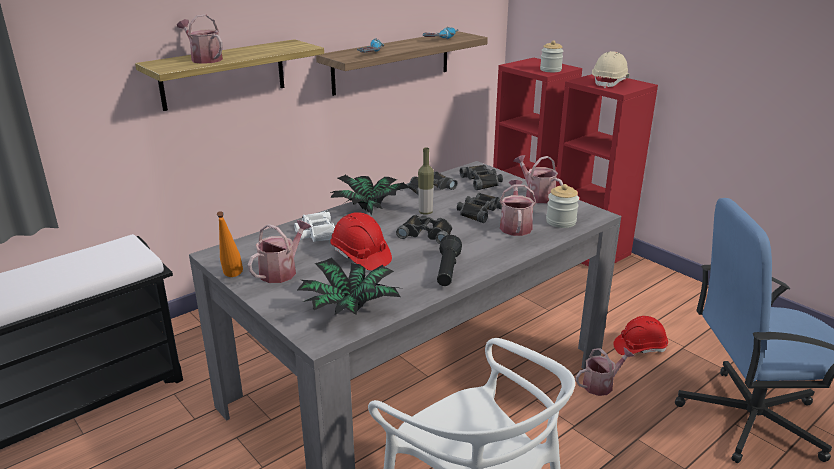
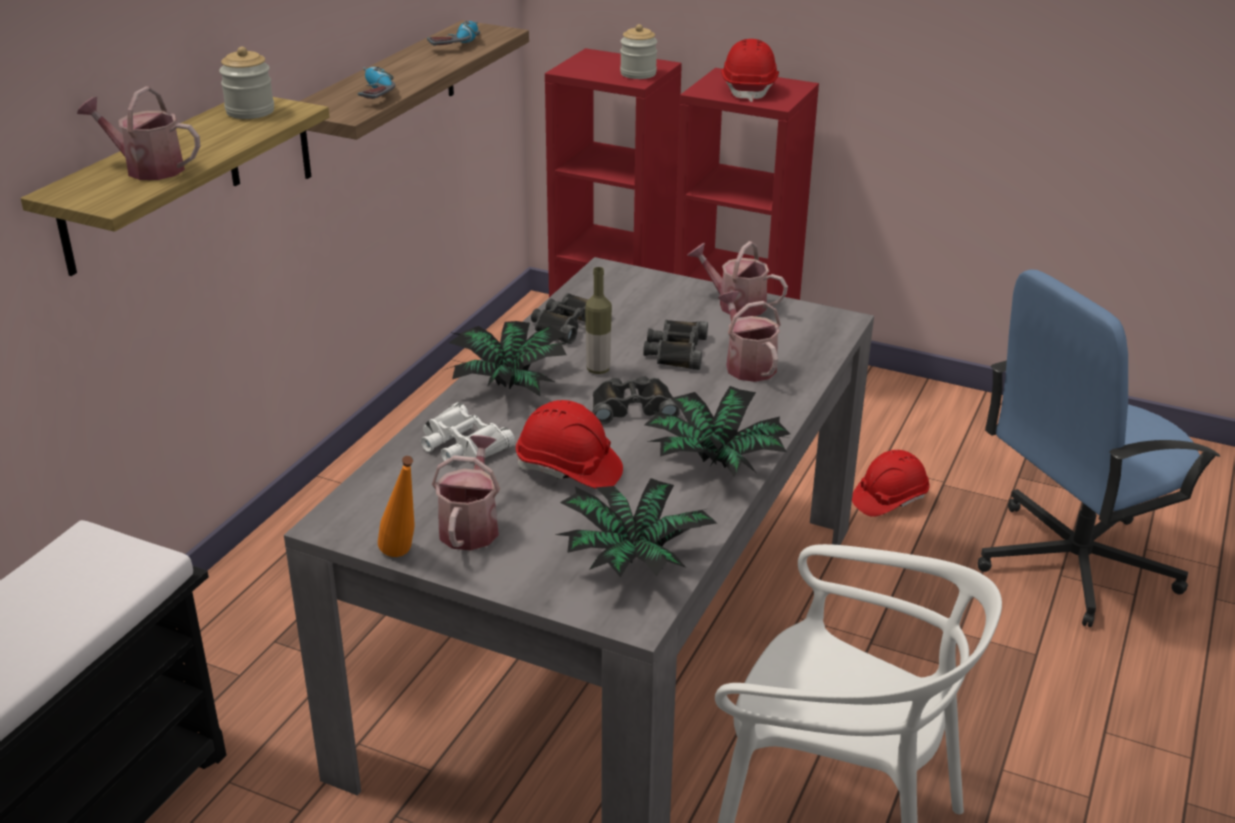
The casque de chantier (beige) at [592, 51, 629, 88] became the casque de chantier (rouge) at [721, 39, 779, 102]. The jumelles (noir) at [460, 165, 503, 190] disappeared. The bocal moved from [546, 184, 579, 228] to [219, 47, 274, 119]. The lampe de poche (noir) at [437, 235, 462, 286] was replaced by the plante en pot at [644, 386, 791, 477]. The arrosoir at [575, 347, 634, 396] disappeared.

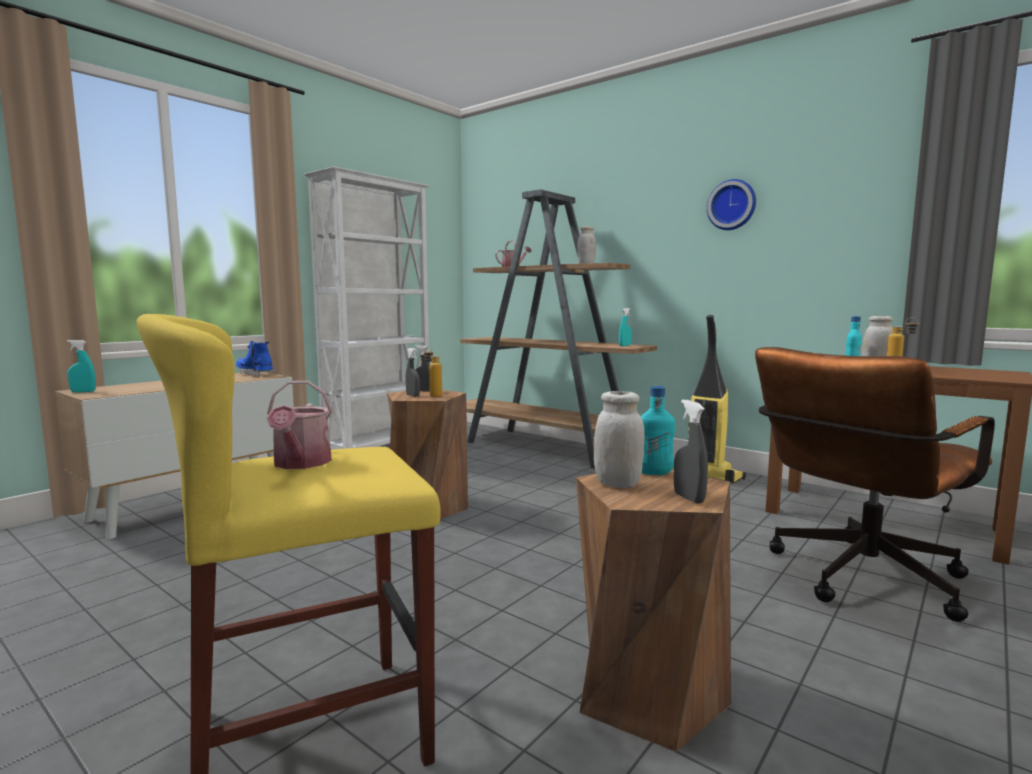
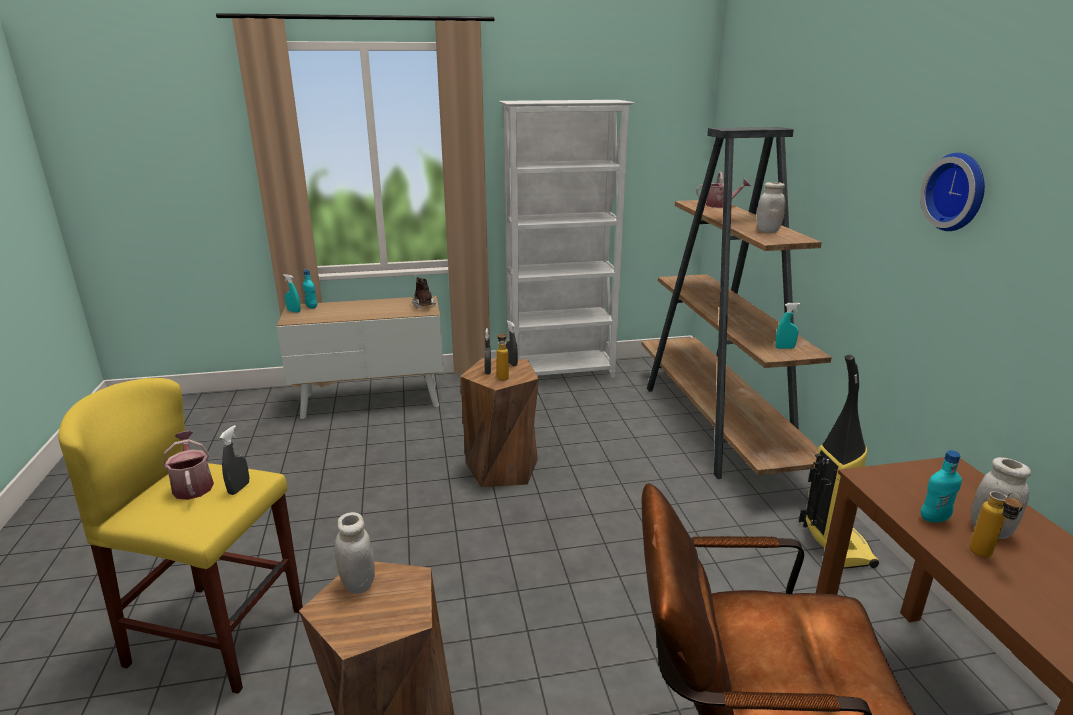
The botte (bleu) at [236, 341, 274, 377] became the botte (marron) at [412, 277, 436, 309]. The arrosoir at [266, 381, 332, 469] turned 120 degrees clockwise. The bouteille (turquoise) moved from [641, 386, 675, 475] to [303, 270, 317, 309]. The vaporisateur (gris) moved from [674, 400, 708, 504] to [219, 425, 249, 495].

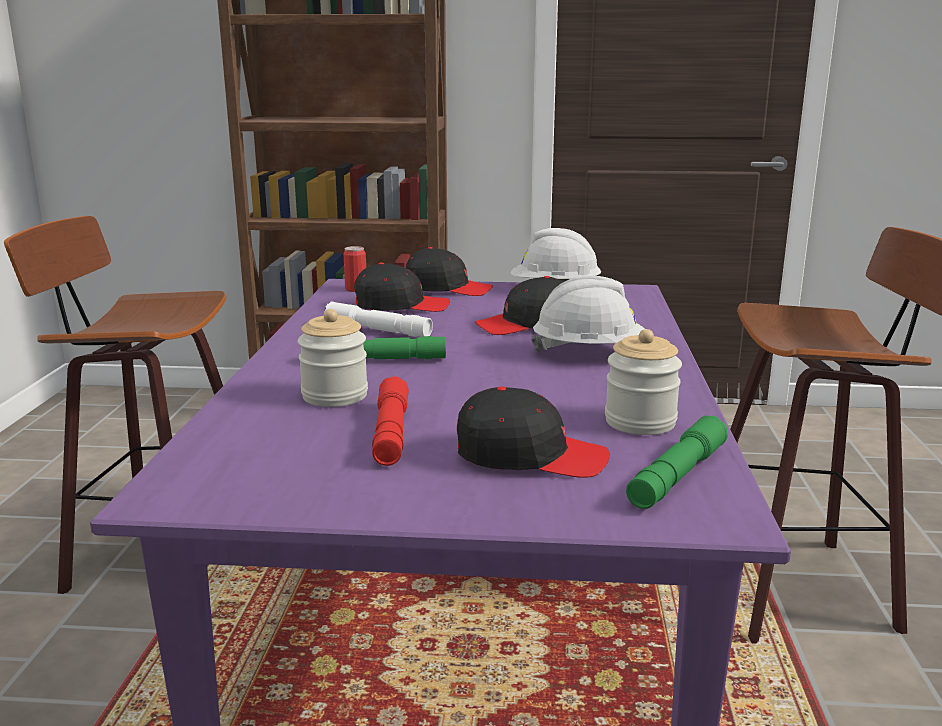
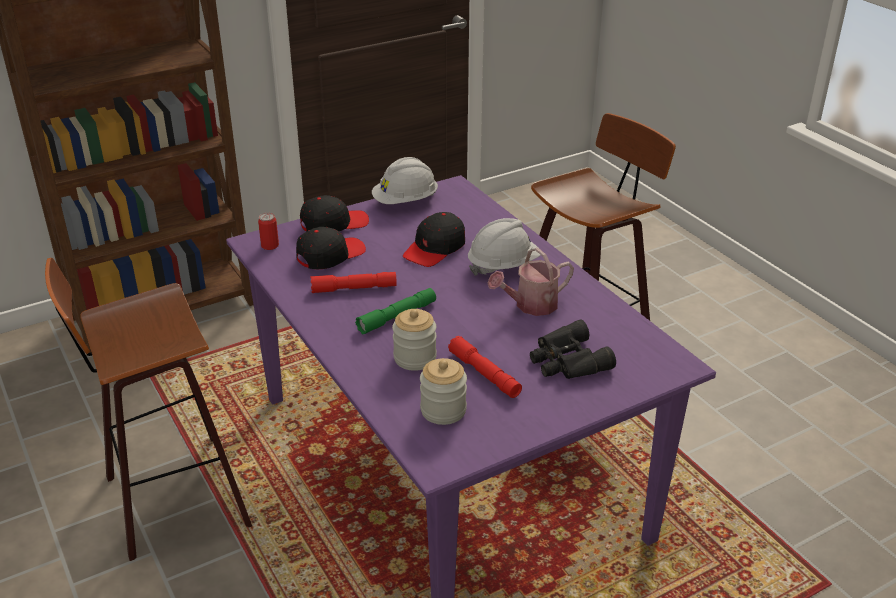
The lampe de poche (blanc) at [324, 302, 433, 337] became the lampe de poche (rouge) at [310, 272, 397, 293]. The bocal moved from [605, 329, 682, 435] to [420, 358, 467, 425]. The casquette (noir) at [457, 386, 610, 478] was replaced by the jumelles (noir) at [530, 319, 616, 379]. The lampe de poche (vert) at [626, 415, 728, 509] disappeared. The arrosoir at [488, 248, 574, 316] appeared.

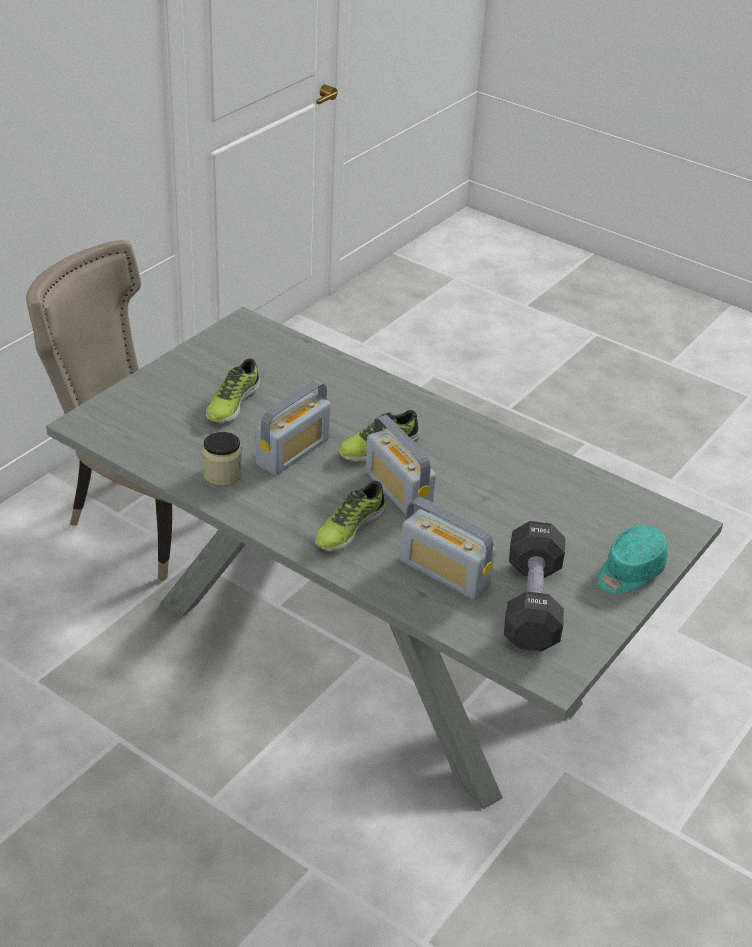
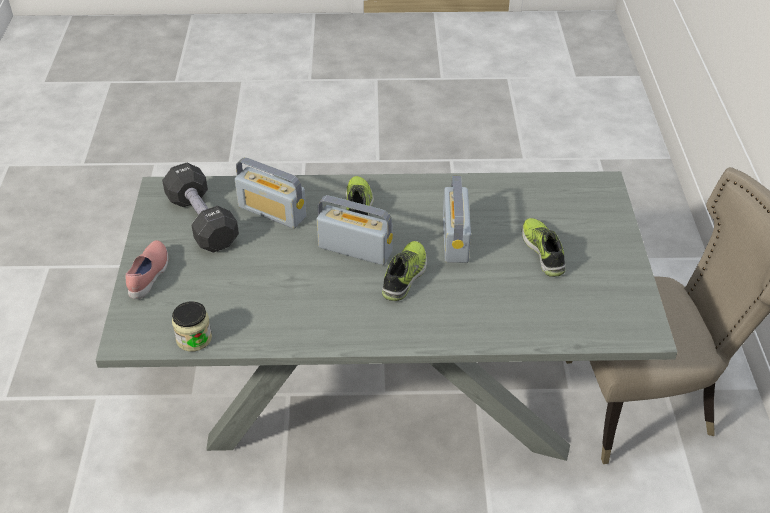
The bocal moved from [202, 432, 242, 486] to [172, 301, 212, 351]. The radio at [400, 498, 495, 600] turned 150 degrees counterclockwise. The casquette (turquoise) at [597, 525, 668, 594] was replaced by the chaussure (rose) at [126, 240, 168, 299].

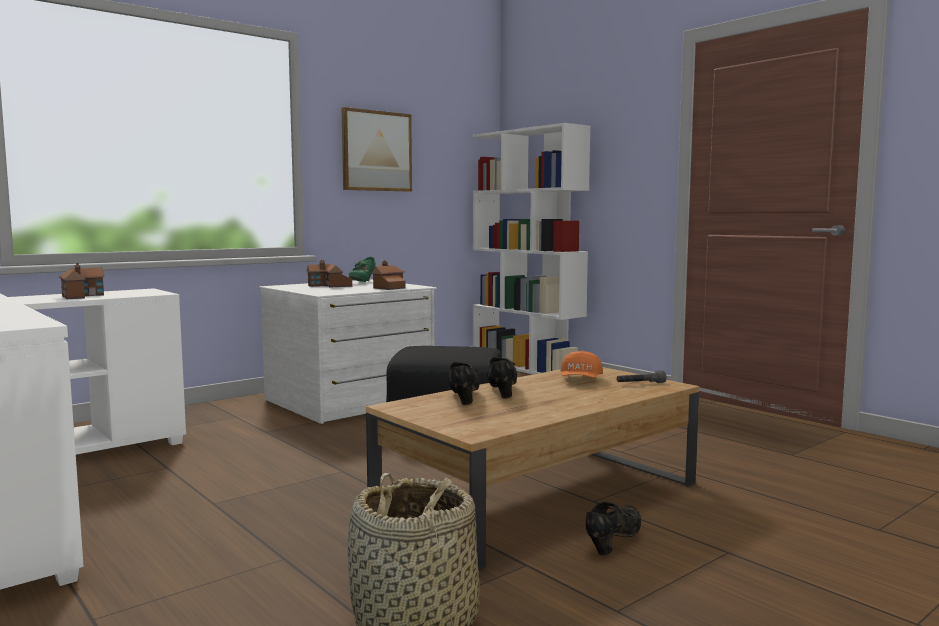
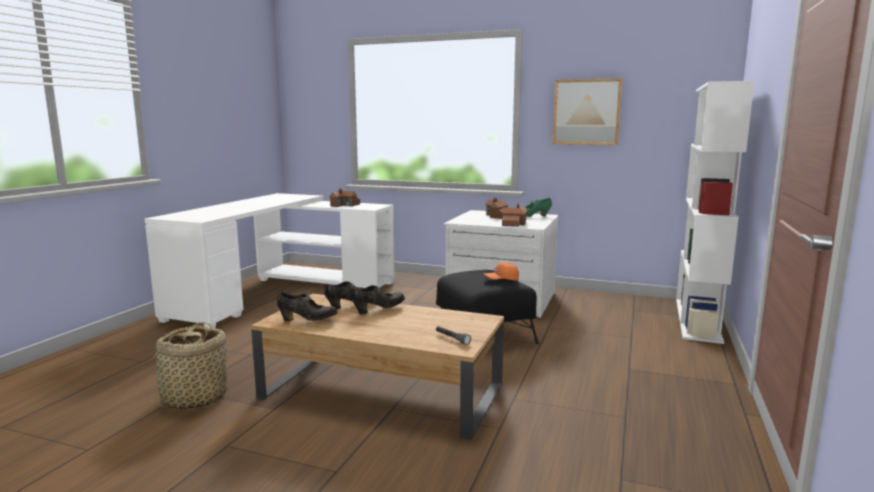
The casquette (orange) moved from [561, 351, 603, 378] to [484, 262, 519, 281]. The chaussure (noir) moved from [585, 502, 641, 556] to [277, 292, 337, 321].

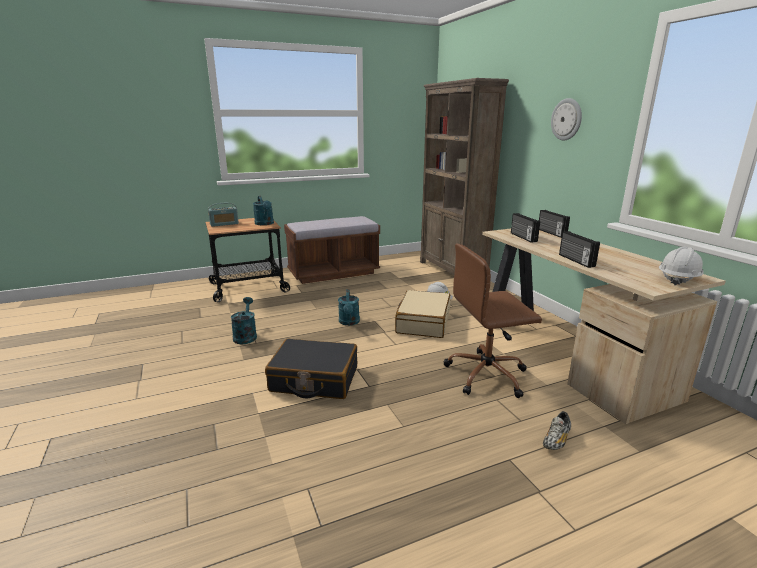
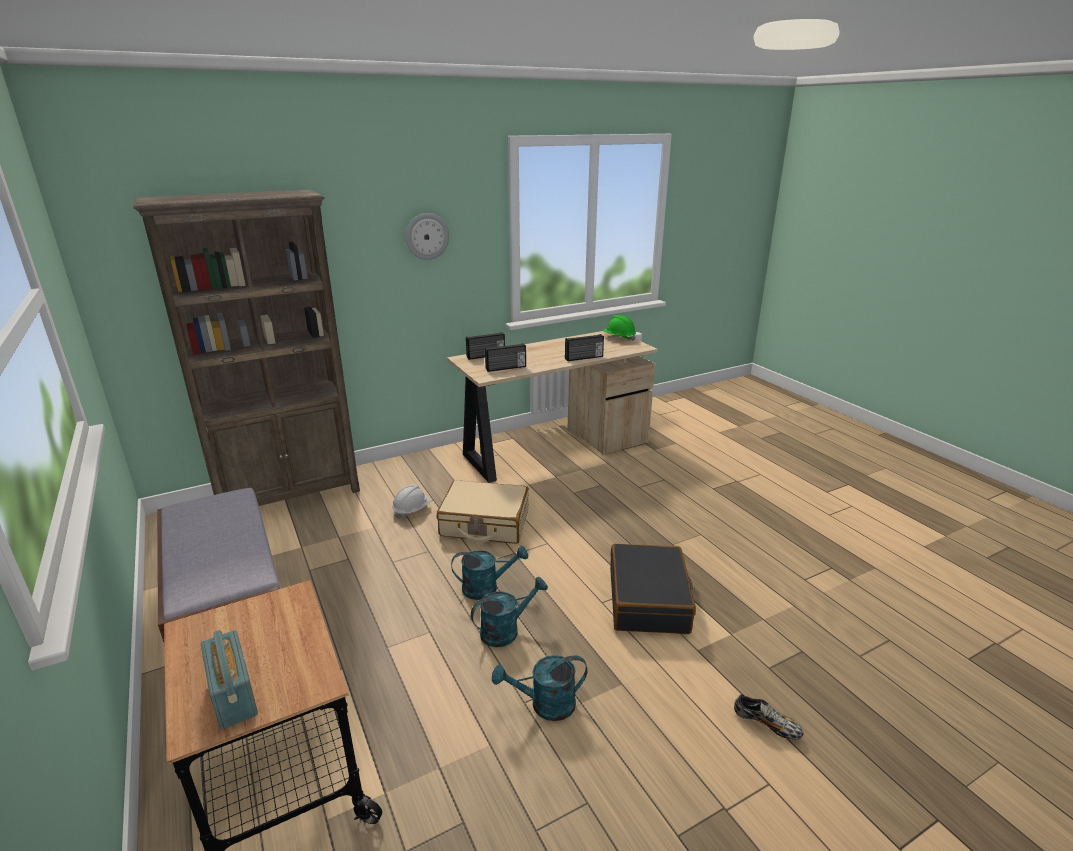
The arrosoir (turquoise) moved from [253, 196, 274, 225] to [471, 577, 548, 647]. The chaise de bureau (marron) at [444, 244, 542, 398] disappeared. The casque de chantier (blanc) at [659, 247, 704, 285] became the casque de chantier (vert) at [603, 315, 636, 341]. The chaussure moved from [543, 411, 571, 450] to [734, 694, 803, 740].

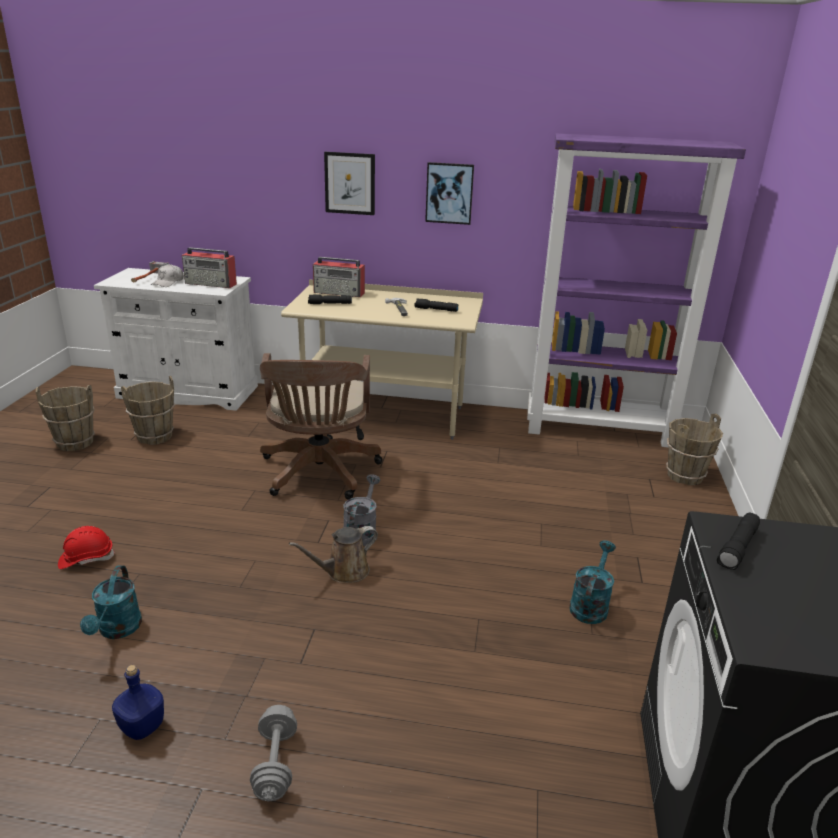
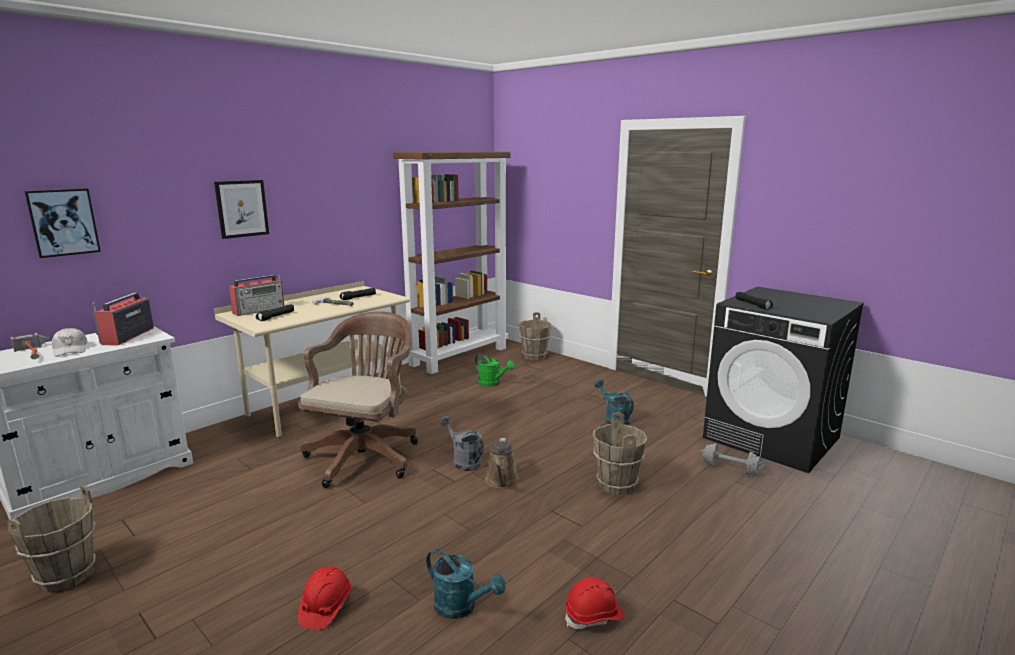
The bibliothèque (violet) at [527, 133, 746, 448] became the bibliothèque (marron) at [393, 152, 510, 374]. The tableau moved from [425, 162, 474, 225] to [24, 189, 101, 258]. The radio at [182, 247, 237, 288] turned 135 degrees clockwise. The chaise de bureau (marron) at [260, 353, 383, 500] turned 105 degrees counterclockwise. The seau (marron) moved from [121, 376, 175, 445] to [593, 413, 647, 495]. The bouteille (bleu) at [112, 665, 164, 740] was replaced by the casque de chantier (rouge) at [565, 577, 625, 629]. The haltère (gris) moved from [250, 705, 297, 802] to [700, 443, 764, 475]. The arrosoir (vert) at [475, 354, 515, 387] appeared.

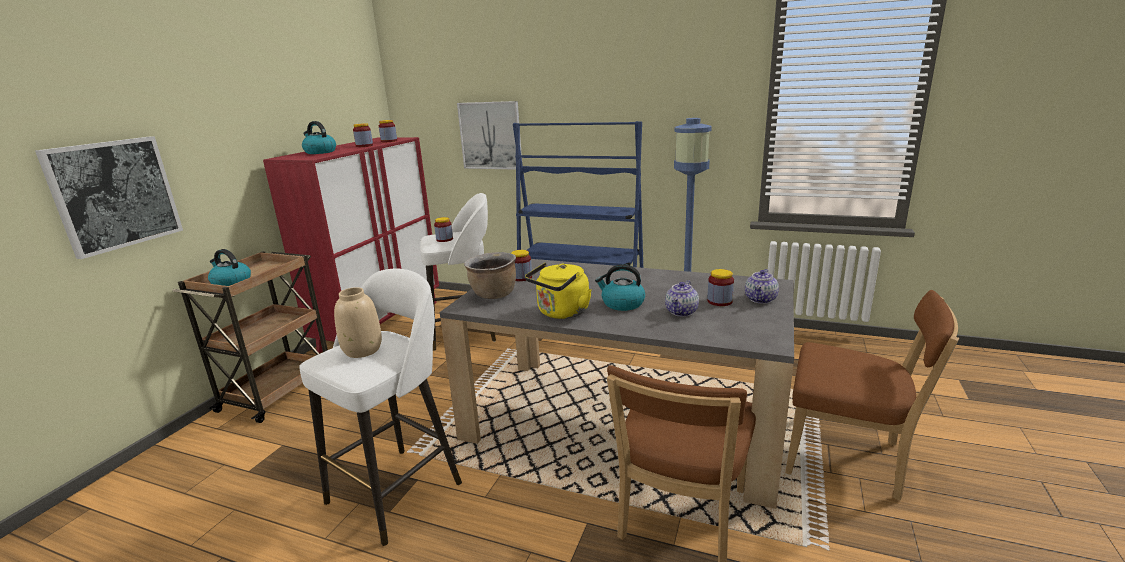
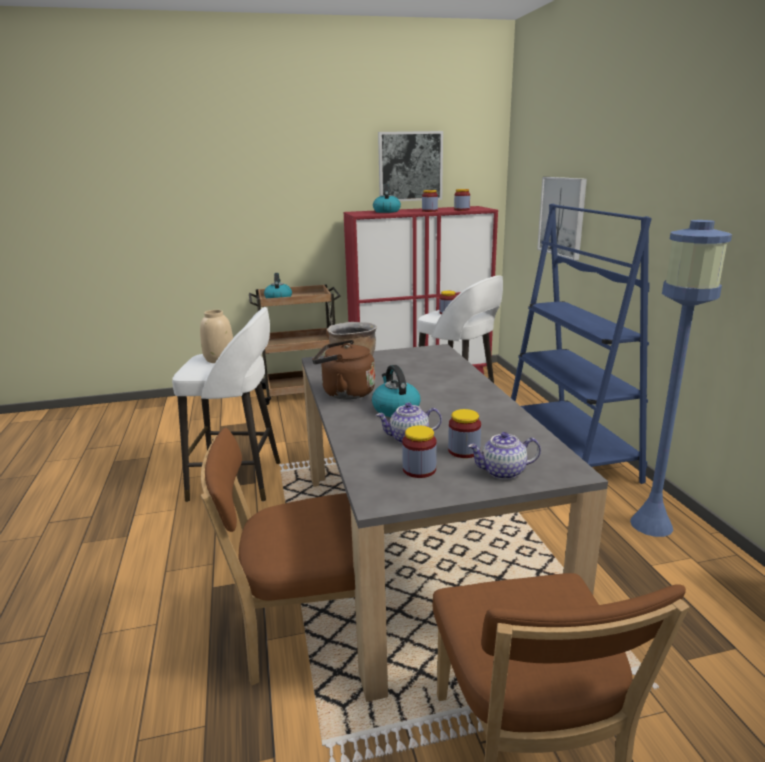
The tableau moved from [35, 136, 183, 259] to [378, 131, 443, 201]. The bocal moved from [511, 250, 532, 281] to [402, 426, 437, 478]. The bouilloire (jaune) at [525, 262, 592, 319] became the bouilloire (marron) at [312, 340, 375, 399].

